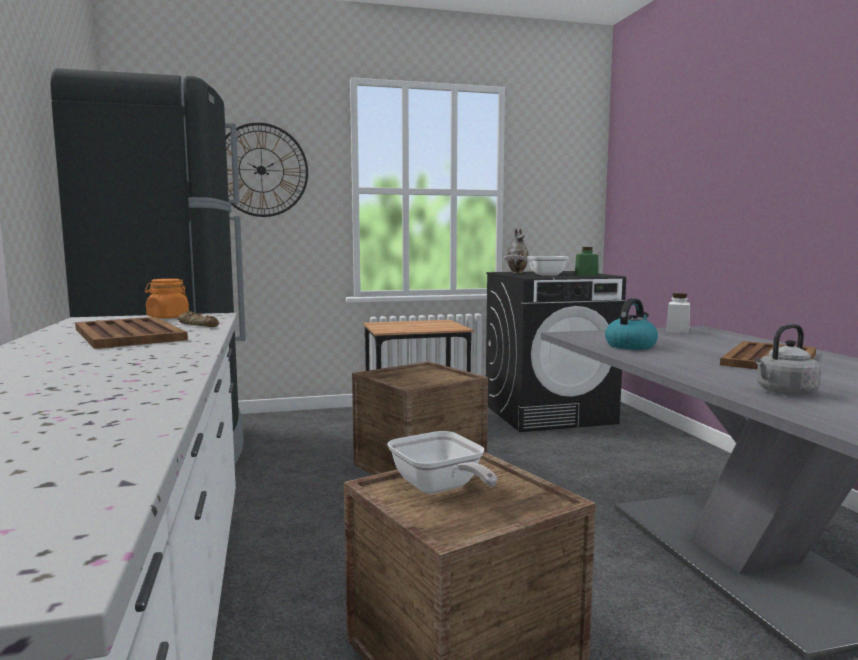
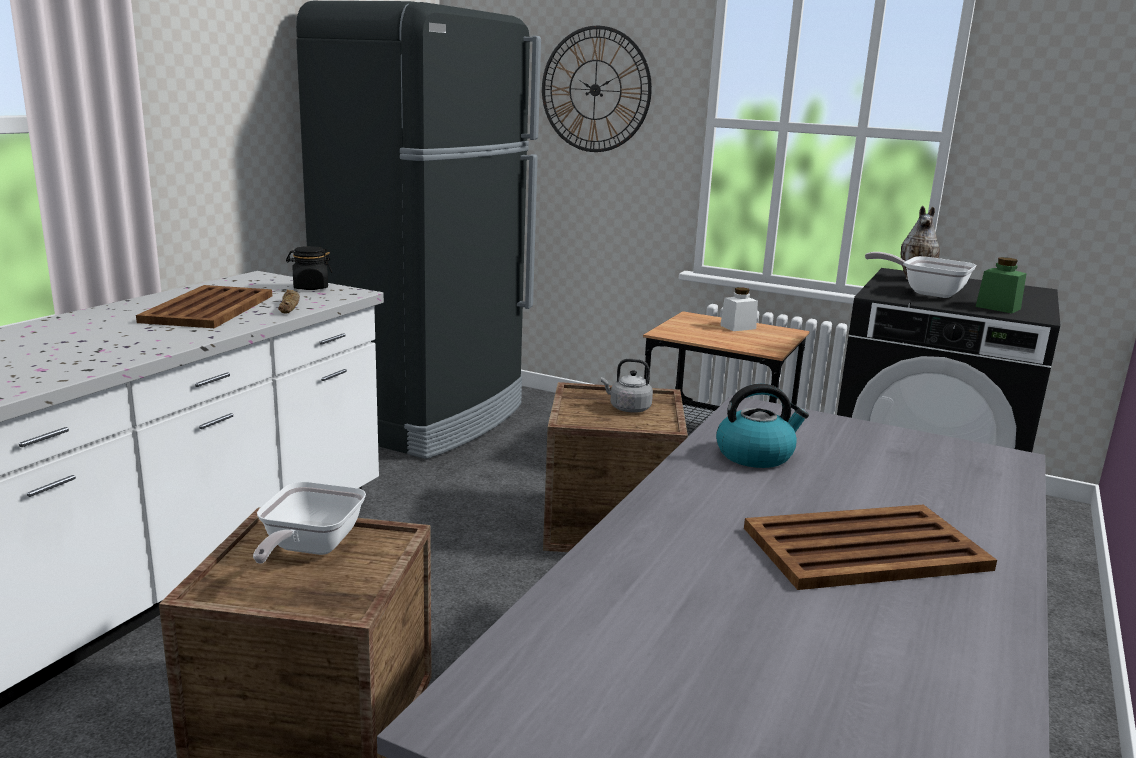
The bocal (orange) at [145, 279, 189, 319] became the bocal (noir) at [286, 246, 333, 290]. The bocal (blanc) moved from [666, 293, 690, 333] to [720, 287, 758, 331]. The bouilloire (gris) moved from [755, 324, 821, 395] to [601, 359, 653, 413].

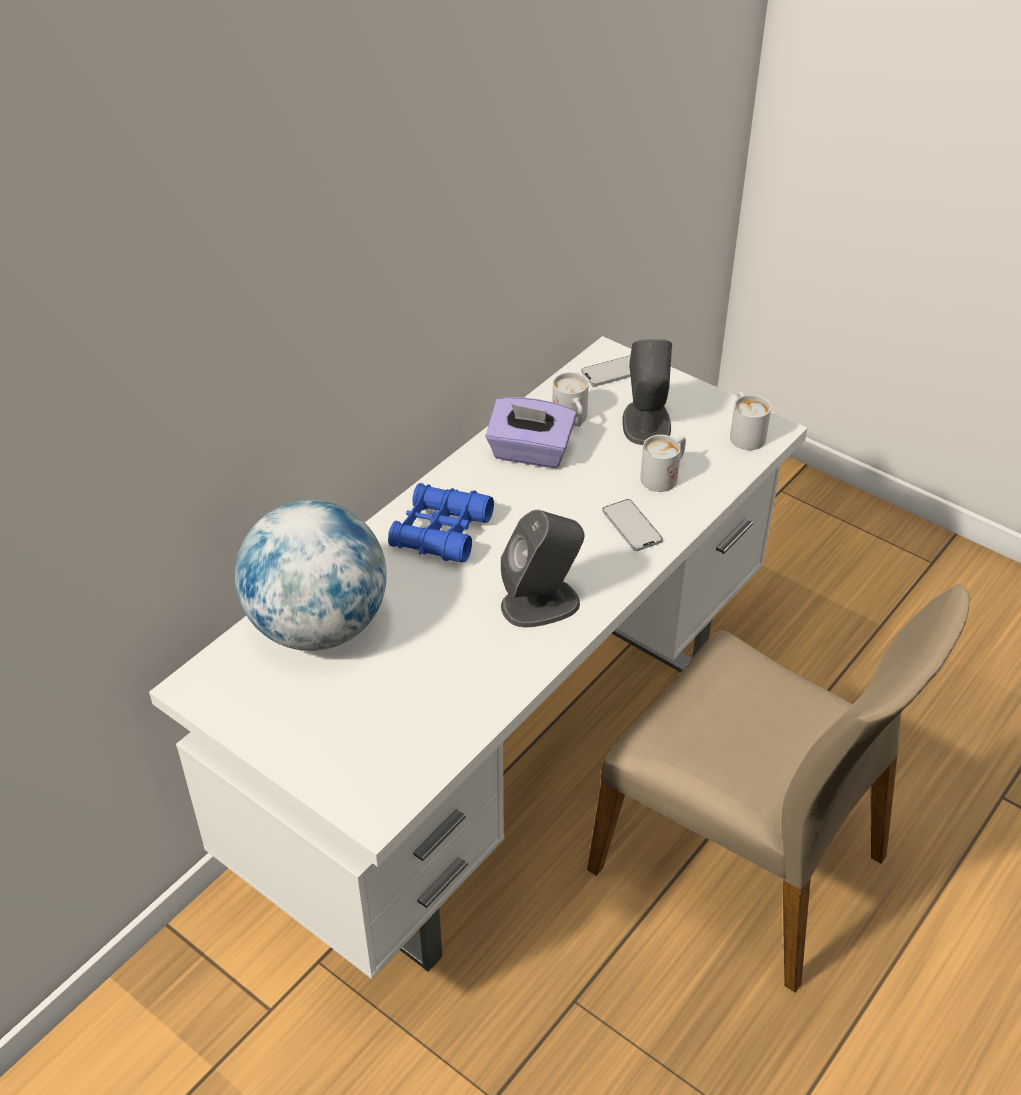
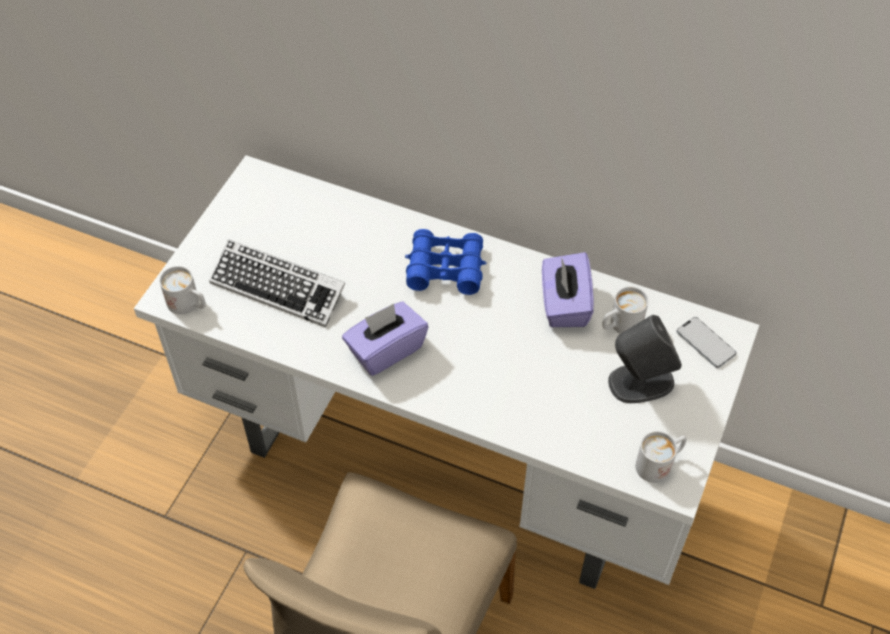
The mug (blanc) moved from [640, 435, 686, 492] to [159, 266, 206, 315]. The téléphone at [602, 499, 663, 551] disappeared. The globe at [235, 500, 387, 651] disappeared. The enceinte (gris) at [501, 510, 585, 627] was replaced by the boîte à mouchoirs (violet) at [342, 302, 428, 376]. The clavier at [209, 239, 345, 327] appeared.

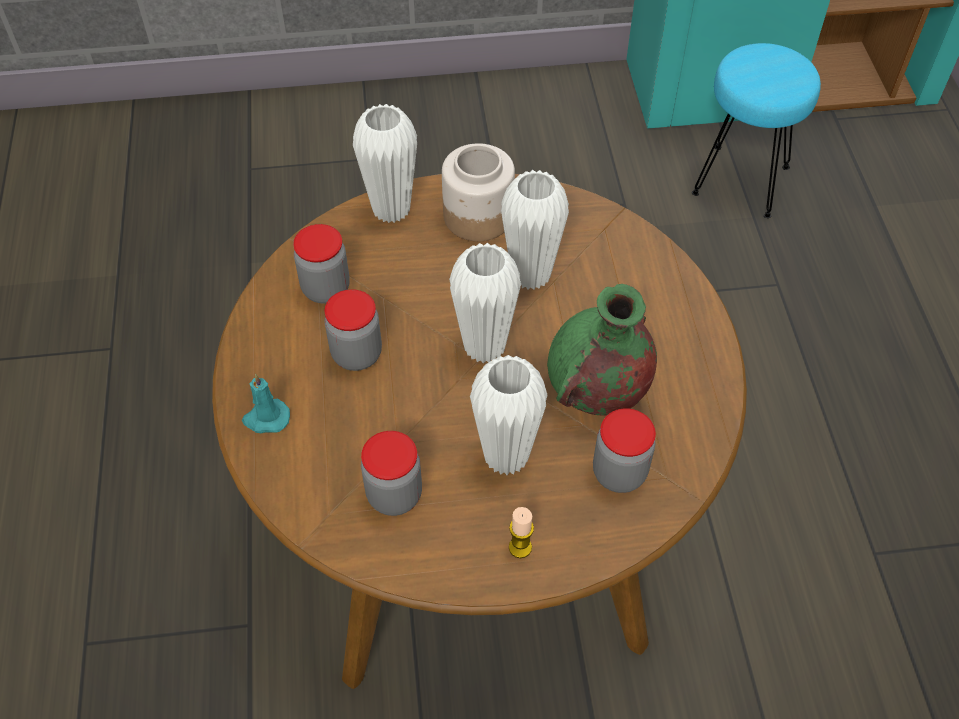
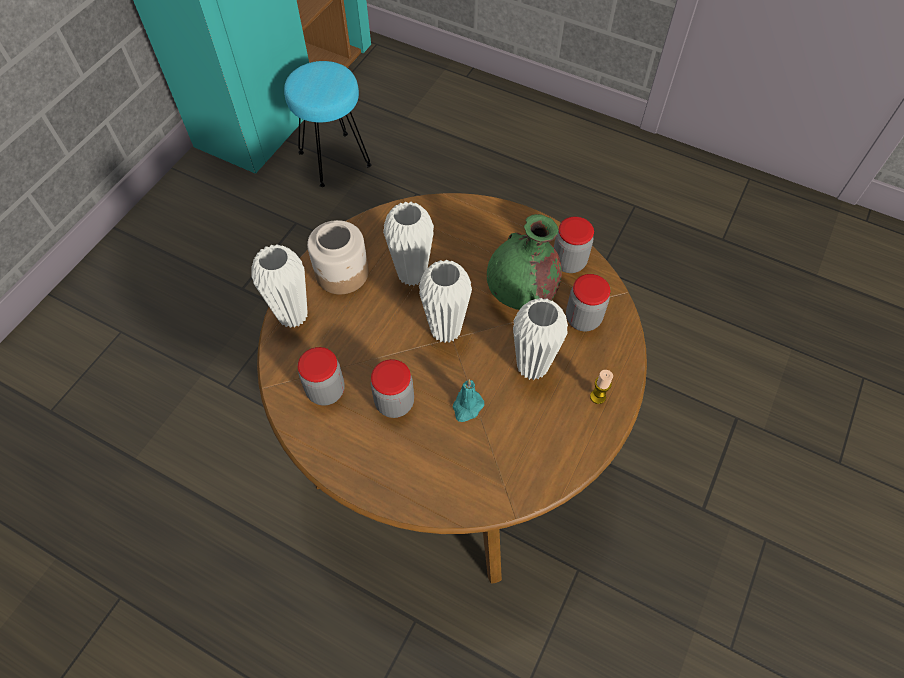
The bougie (turquoise) moved from [242, 374, 290, 433] to [453, 379, 484, 422]. The bocal moved from [361, 431, 422, 516] to [554, 217, 594, 273].

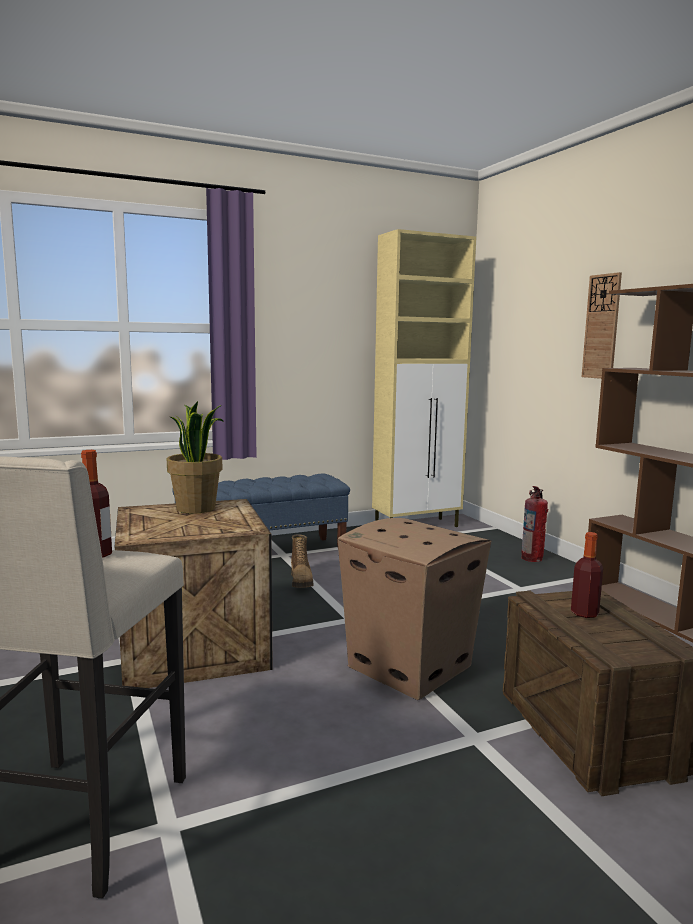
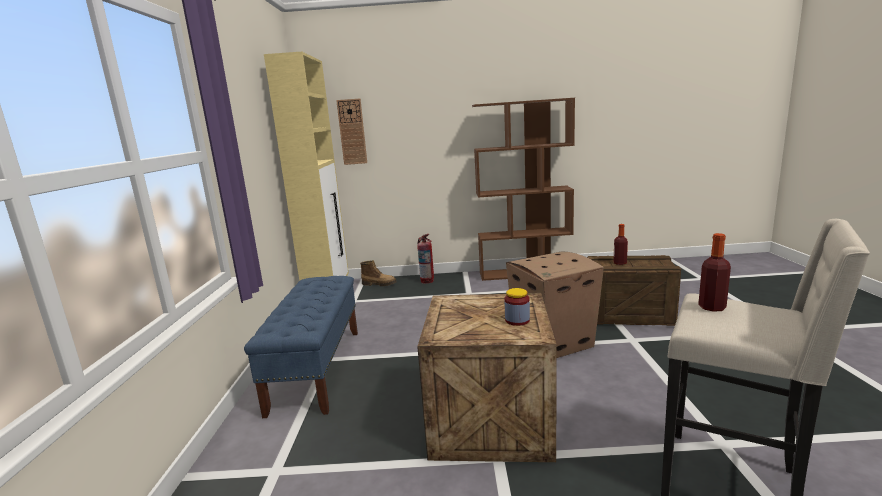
The horloge murale moved from [582, 272, 622, 379] to [336, 99, 367, 165]. The plante en pot at [167, 401, 224, 514] disappeared. The botte moved from [291, 534, 314, 588] to [360, 260, 397, 286]. The bocal at [504, 288, 530, 326] appeared.

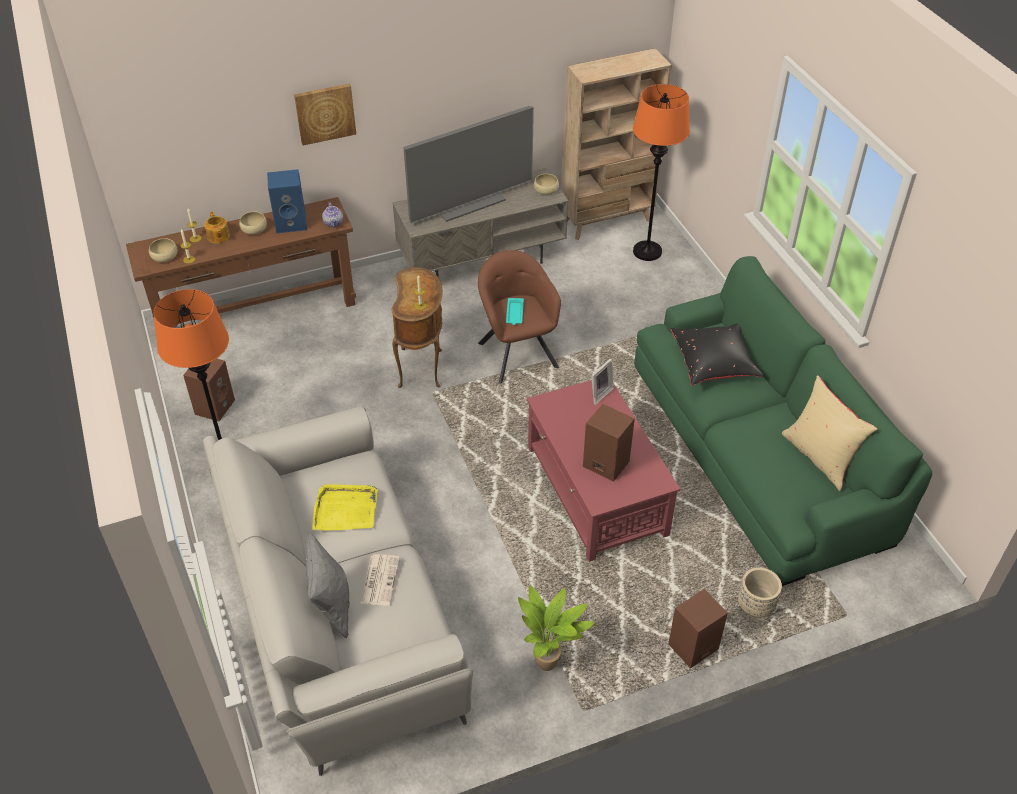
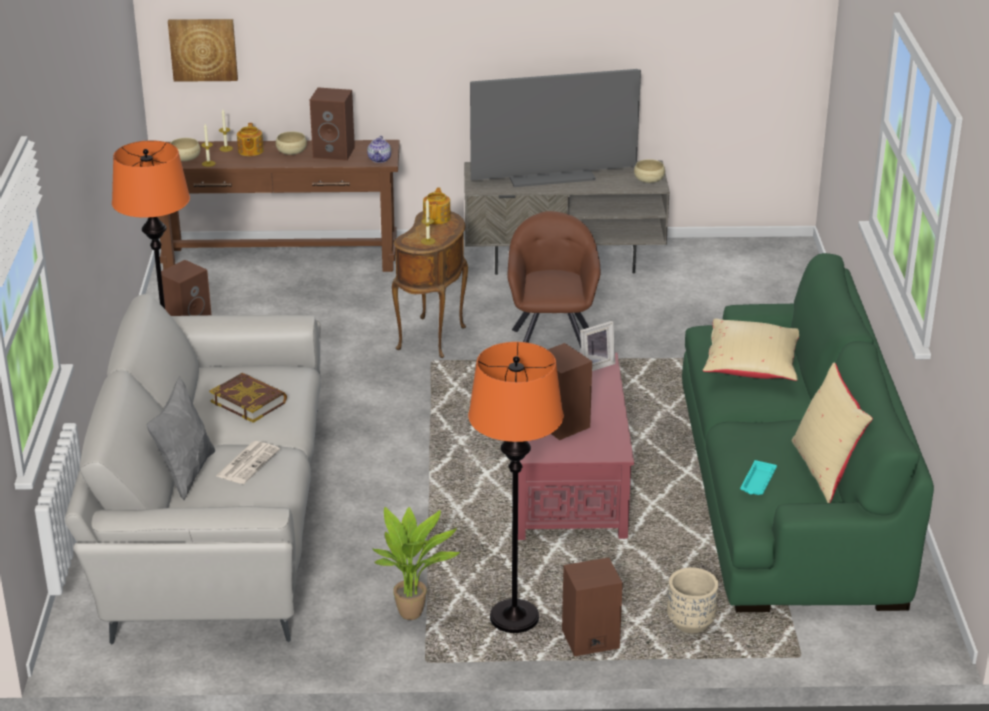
The bibliothèque (beige) at [562, 48, 672, 240] disappeared. The tableau moved from [294, 84, 356, 145] to [168, 19, 238, 82]. The lampadaire (orange) moved from [633, 84, 690, 261] to [468, 342, 564, 633]. The enceinte (bleu) at [267, 169, 307, 233] became the enceinte (marron) at [310, 87, 355, 161]. The plateau (turquoise) moved from [506, 298, 524, 325] to [740, 460, 777, 495]. The coussin (noir) at [671, 324, 764, 385] became the coussin (beige) at [703, 318, 799, 381]. The plateau (jaune) at [313, 484, 377, 531] was replaced by the livre at [209, 373, 287, 423]. The théière at [423, 187, 451, 224] appeared.

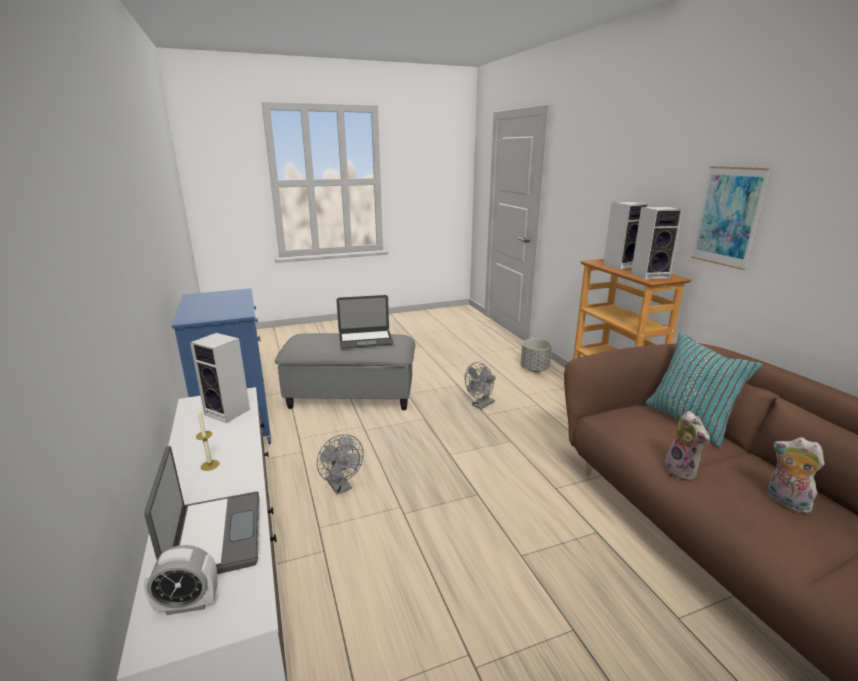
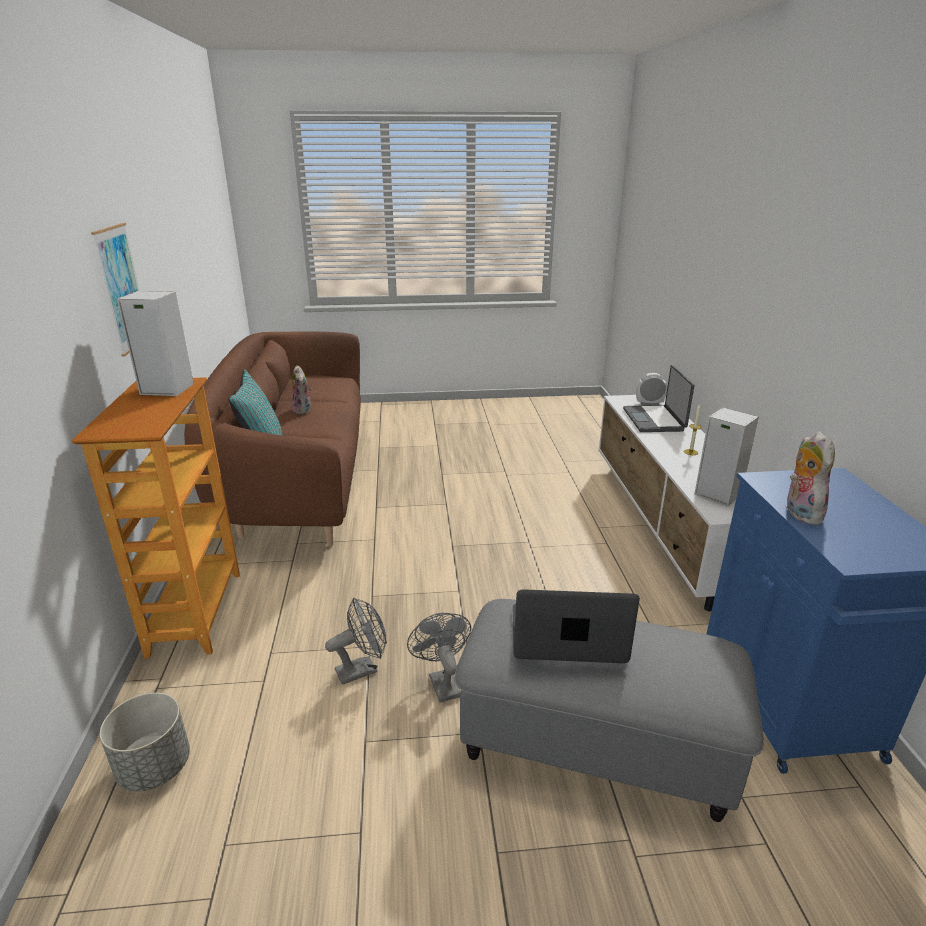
The enceinte at [603, 202, 649, 270] disappeared. The peluche moved from [665, 411, 710, 481] to [786, 431, 835, 525]. The ventilateur (gris) moved from [317, 434, 364, 494] to [407, 613, 471, 703].

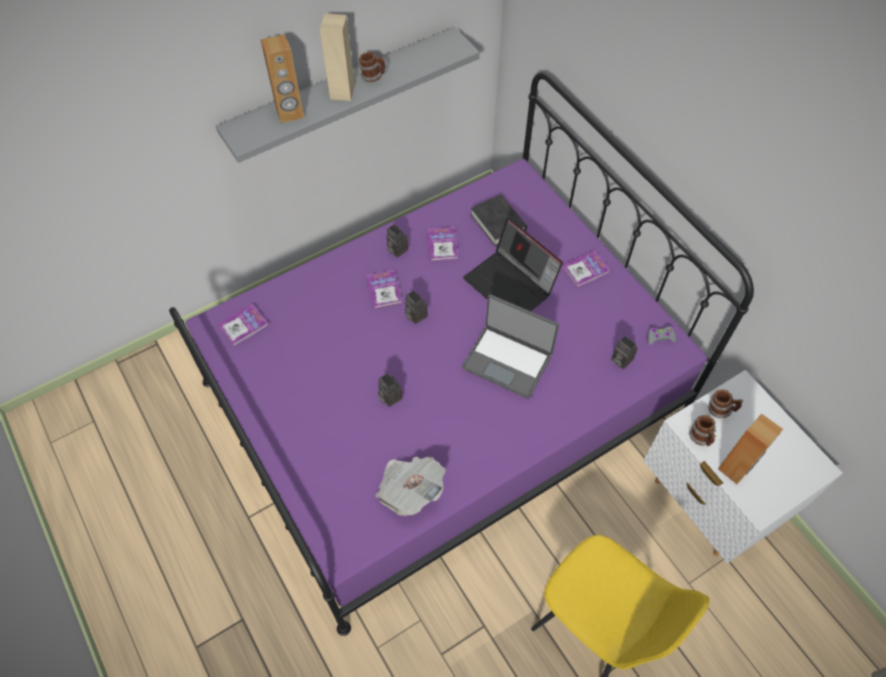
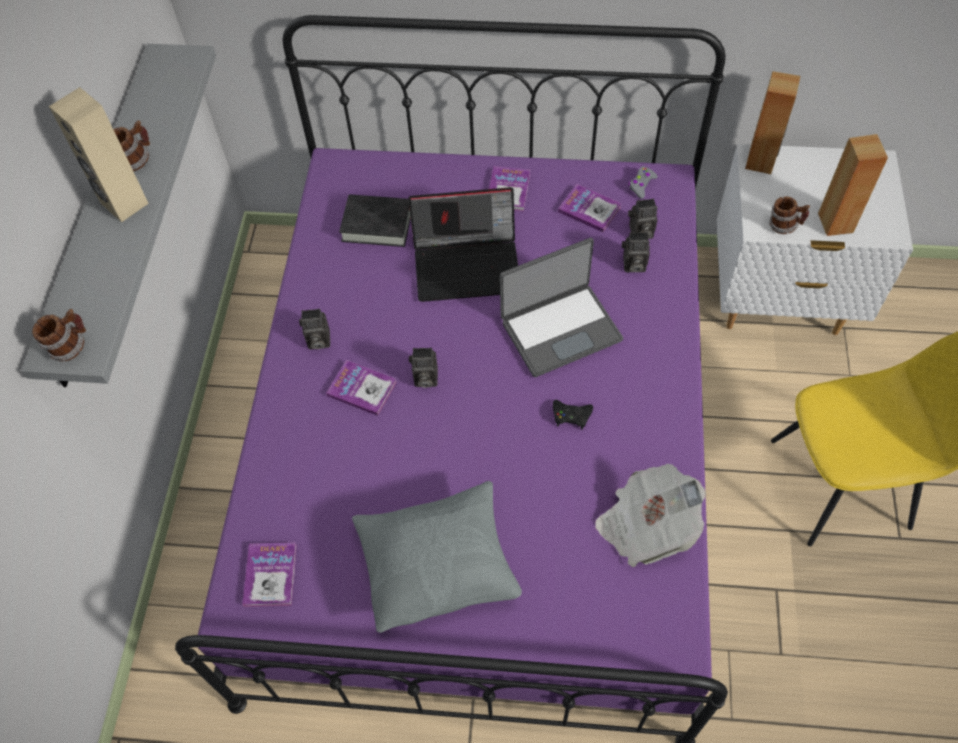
The enceinte (marron) moved from [260, 34, 304, 123] to [745, 71, 801, 174]. The livre moved from [427, 227, 458, 261] to [558, 184, 622, 232]. The appareil photo moved from [378, 373, 403, 407] to [622, 232, 650, 272]. The mug moved from [708, 389, 743, 418] to [32, 309, 86, 361]. The manette (noir) at [553, 400, 593, 430] appeared. The coussin (gris) at [352, 481, 522, 633] appeared.

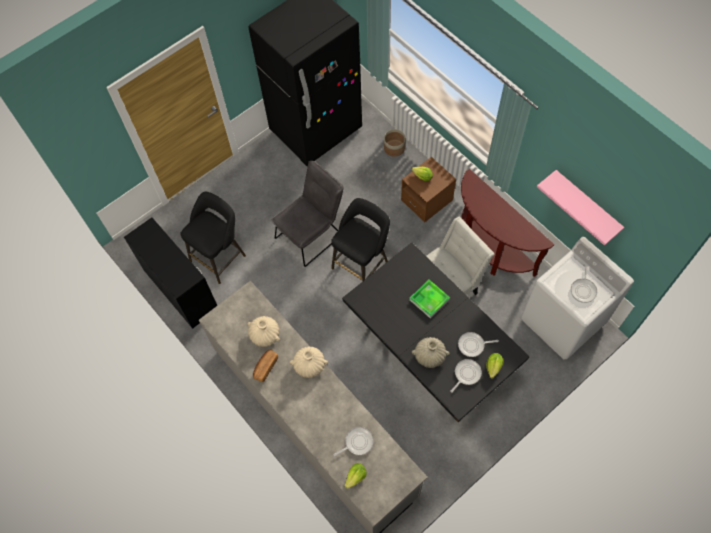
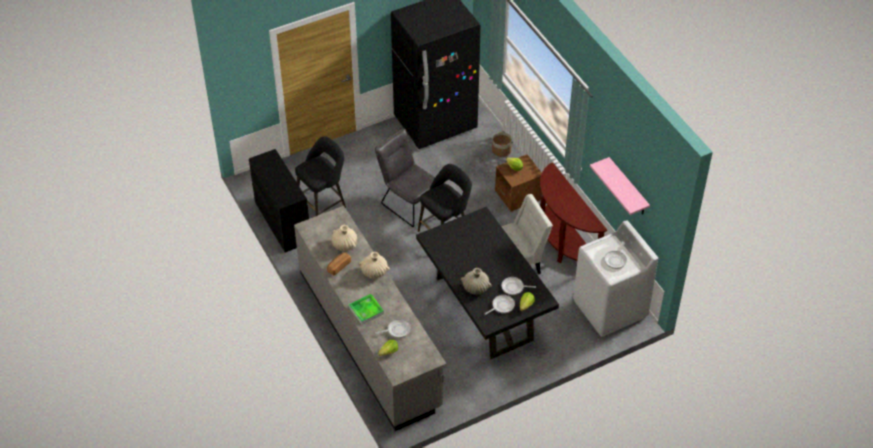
The chaise (gris) at [271, 161, 343, 267] turned 105 degrees counterclockwise. The plateau moved from [409, 280, 450, 318] to [349, 294, 384, 325].

